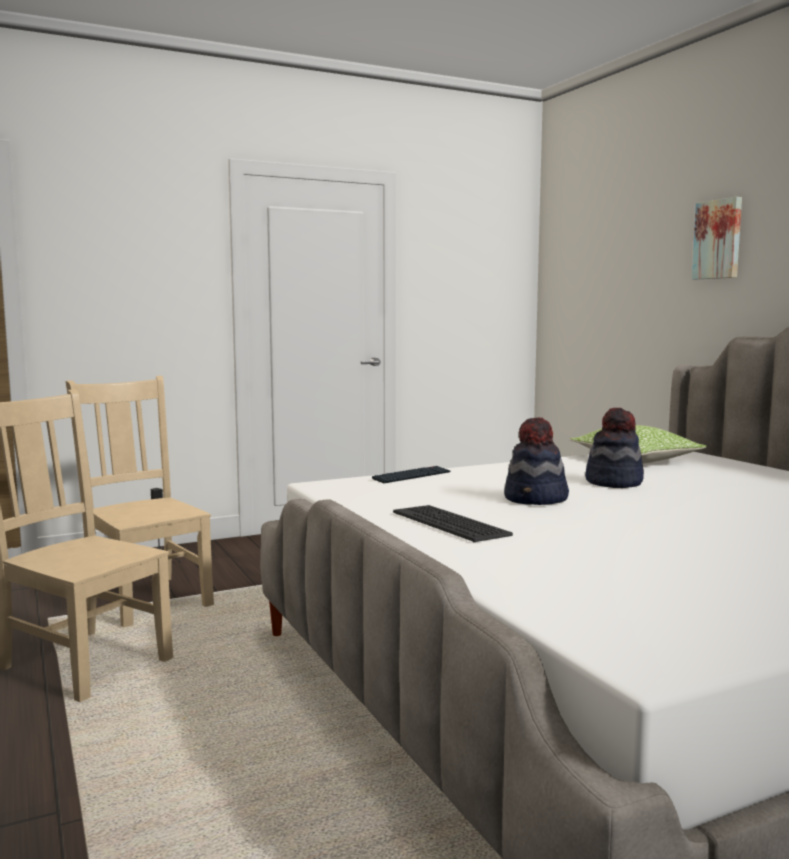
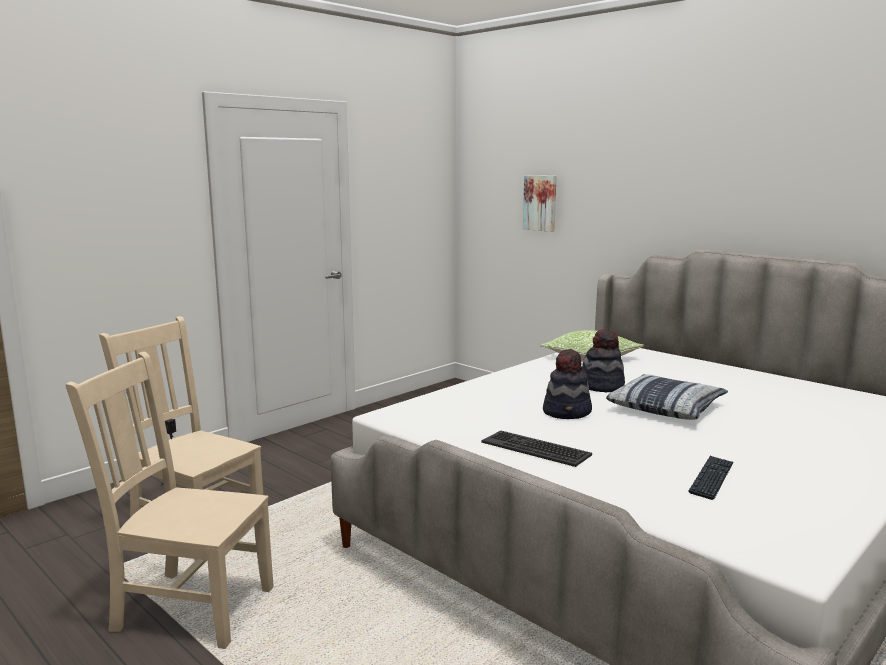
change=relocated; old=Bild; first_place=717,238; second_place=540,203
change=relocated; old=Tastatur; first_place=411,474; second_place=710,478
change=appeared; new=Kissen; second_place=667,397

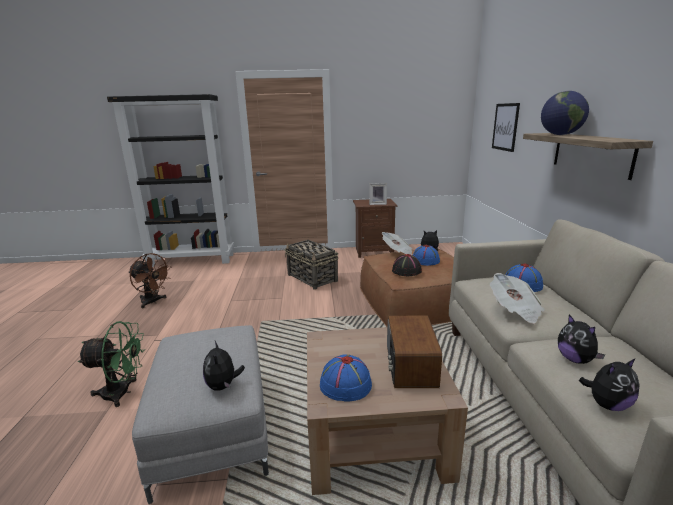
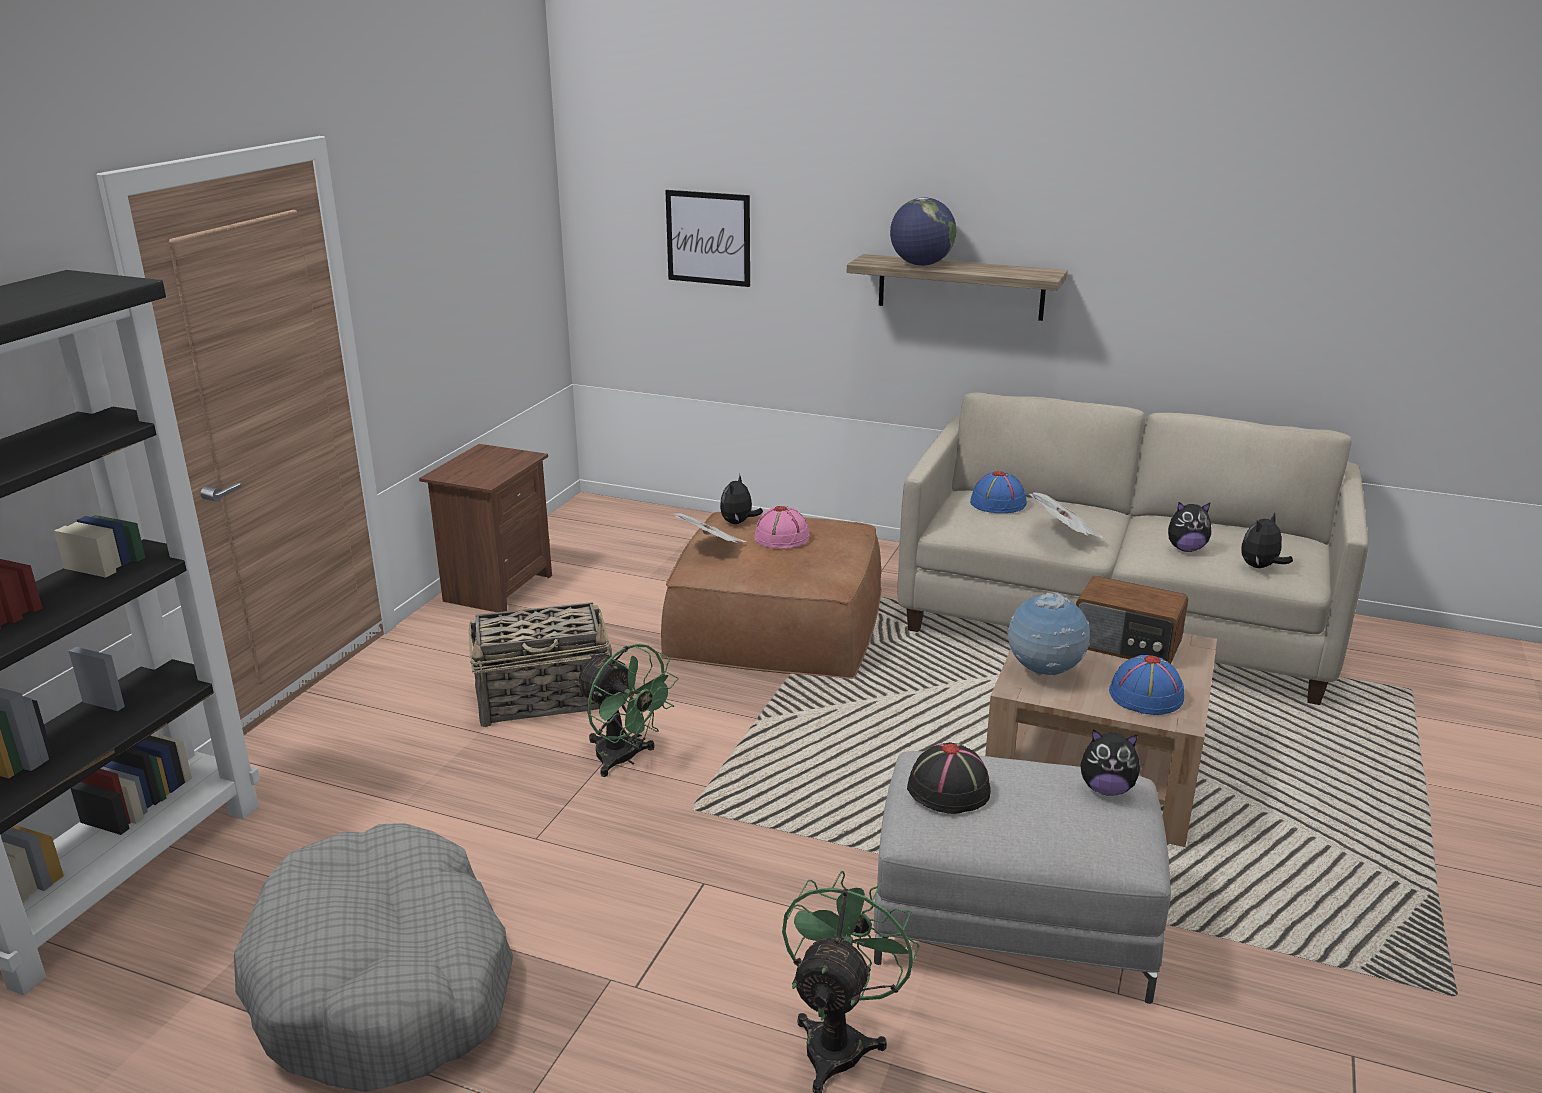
change=missing; old=Bilderrahmen; first_place=378,194
change=colour; old=Hut/blau; new=Hut/rosa; first_place=426,255; second_place=782,527
change=exchanged; old=Ventilator/braun; new=Hundebett/grau; first_place=150,280; second_place=373,957
change=relocated; old=Hut/schwarz; first_place=407,265; second_place=949,778
change=spun; old=Plüschtier; first_place=609,384; second_place=1267,540; degrees=-135
change=appeared; new=Globus; second_place=1048,634
change=appeared; new=Ventilator/grün; second_place=627,710

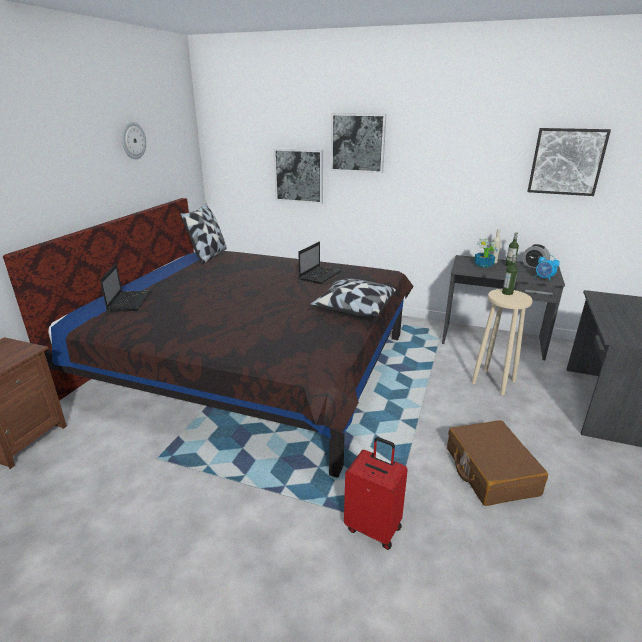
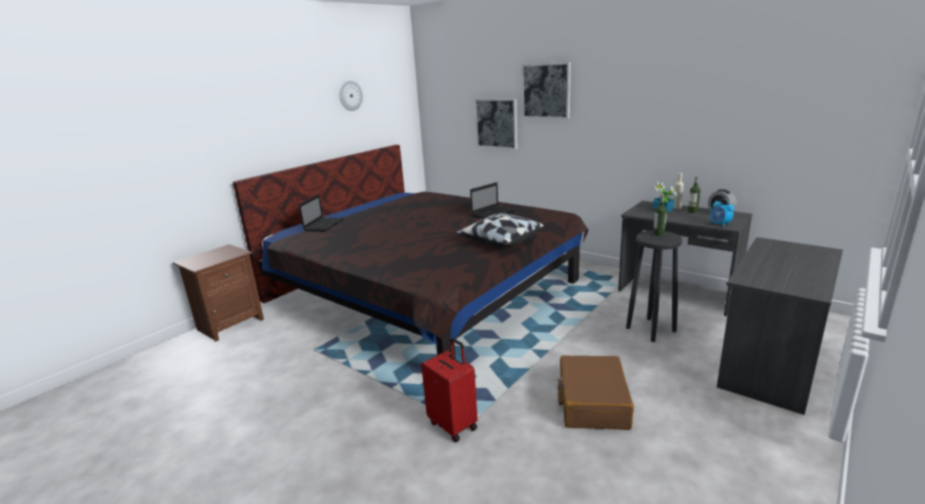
change=missing; old=Bild; first_place=569,162
change=missing; old=Kissen; first_place=203,234
change=colour; old=Hocker/beige; new=Hocker/schwarz; first_place=502,342; second_place=654,286

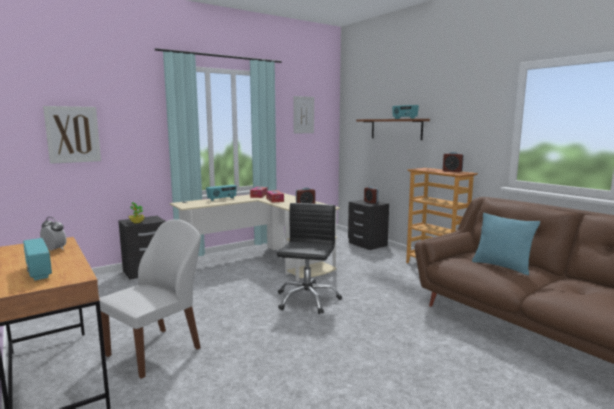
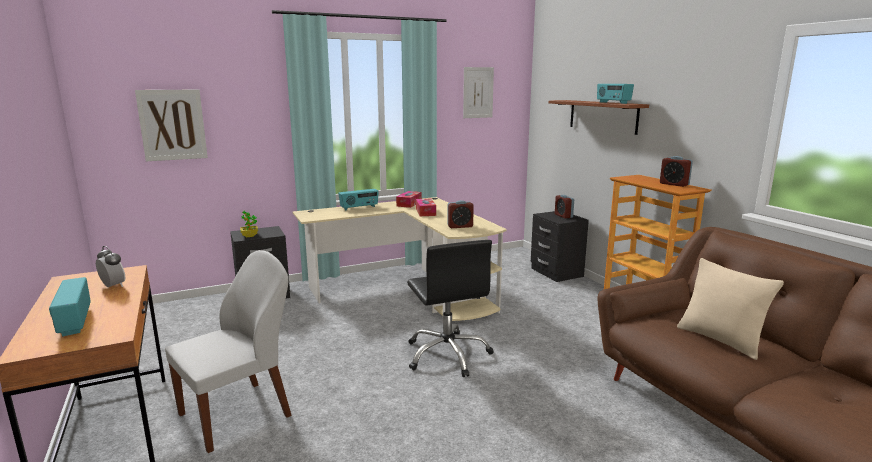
change=spun; old=Bürostuhl/schwarz; first_place=309,258; second_place=450,308; degrees=135
change=colour; old=Kissen/türkis; new=Kissen/beige; first_place=506,244; second_place=730,309

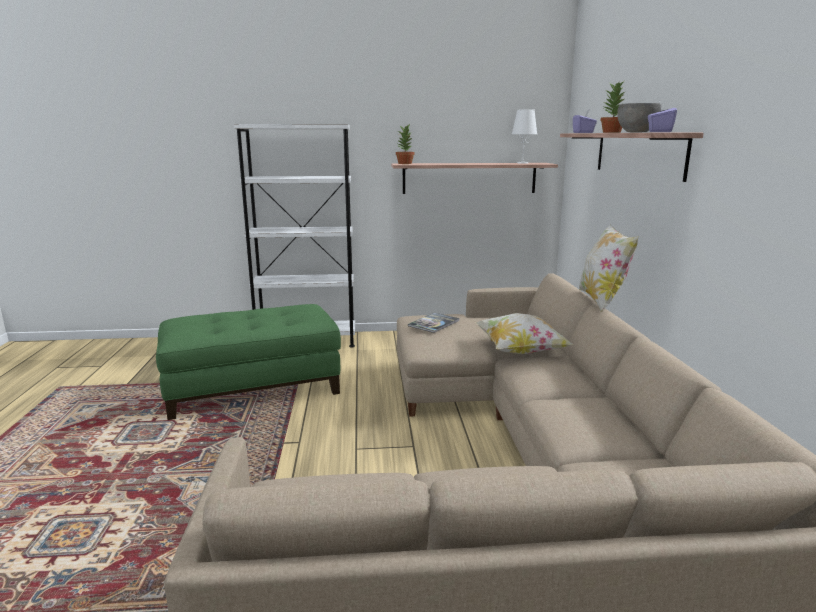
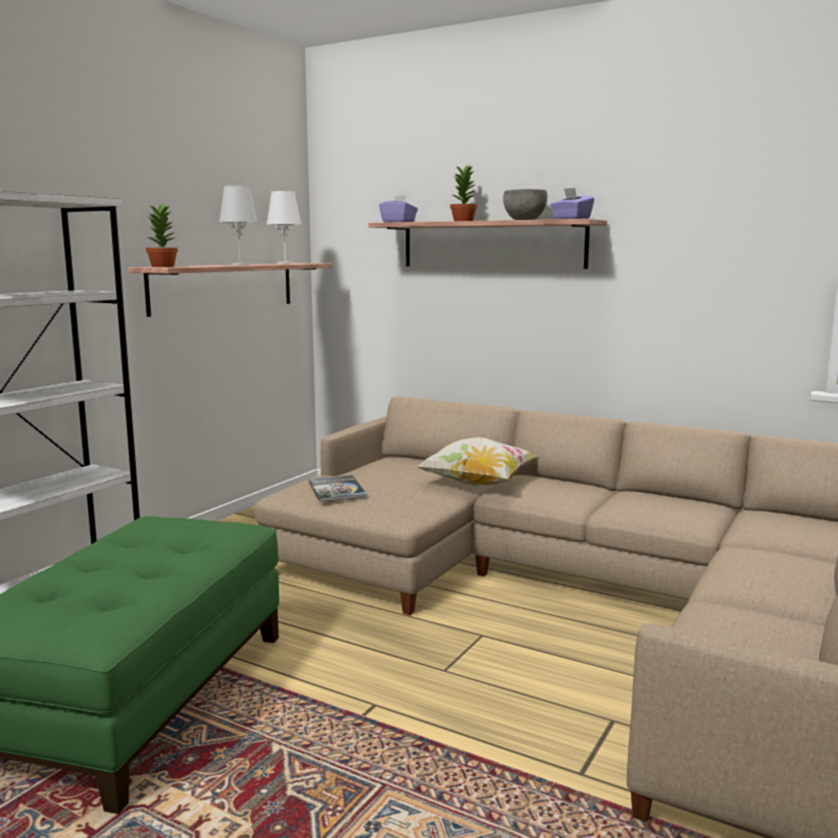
change=missing; old=Kissen; first_place=609,268
change=appeared; new=Tischlampe/weiß; second_place=238,225

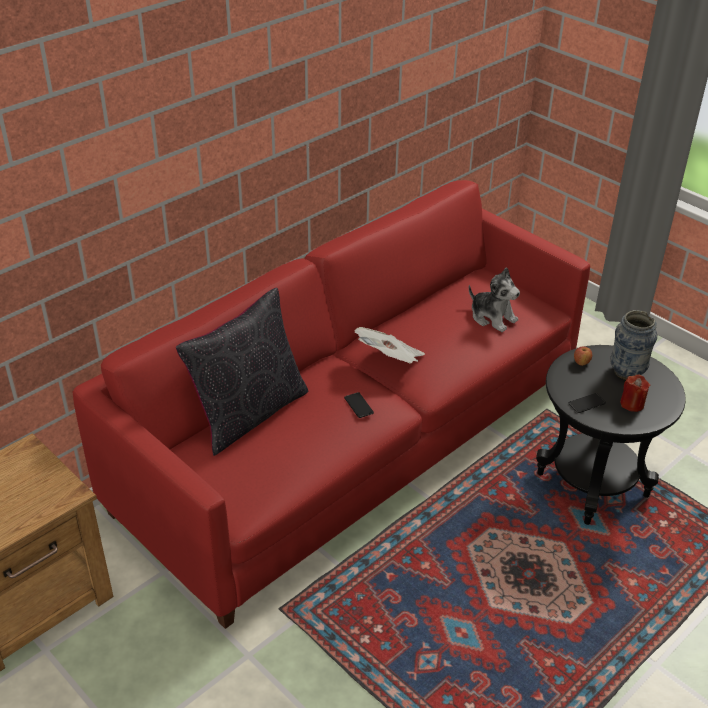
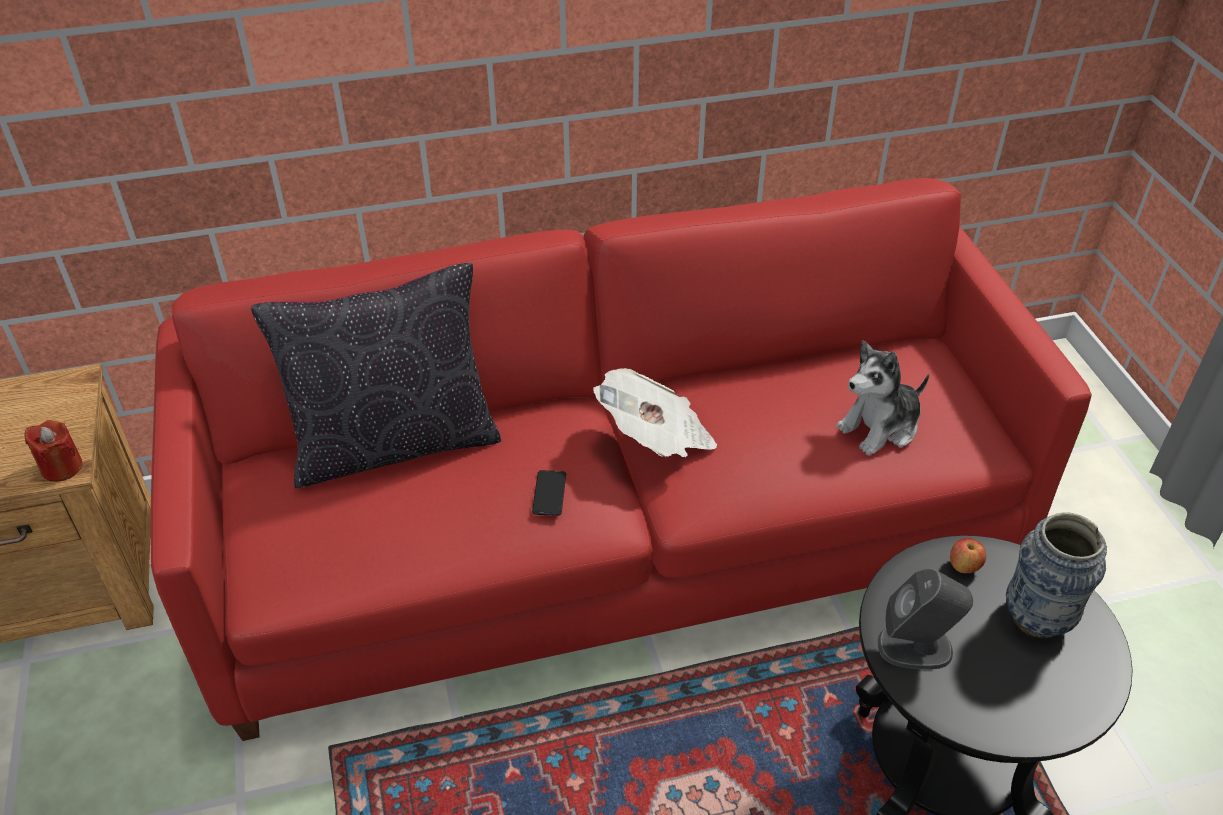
change=spun; old=Plüschtier; first_place=494,299; second_place=882,398; degrees=75
change=relocated; old=Kerze/rot; first_place=635,393; second_place=53,451
change=exchanged; old=Handy; new=Lautsprecher/grau; first_place=587,403; second_place=925,619

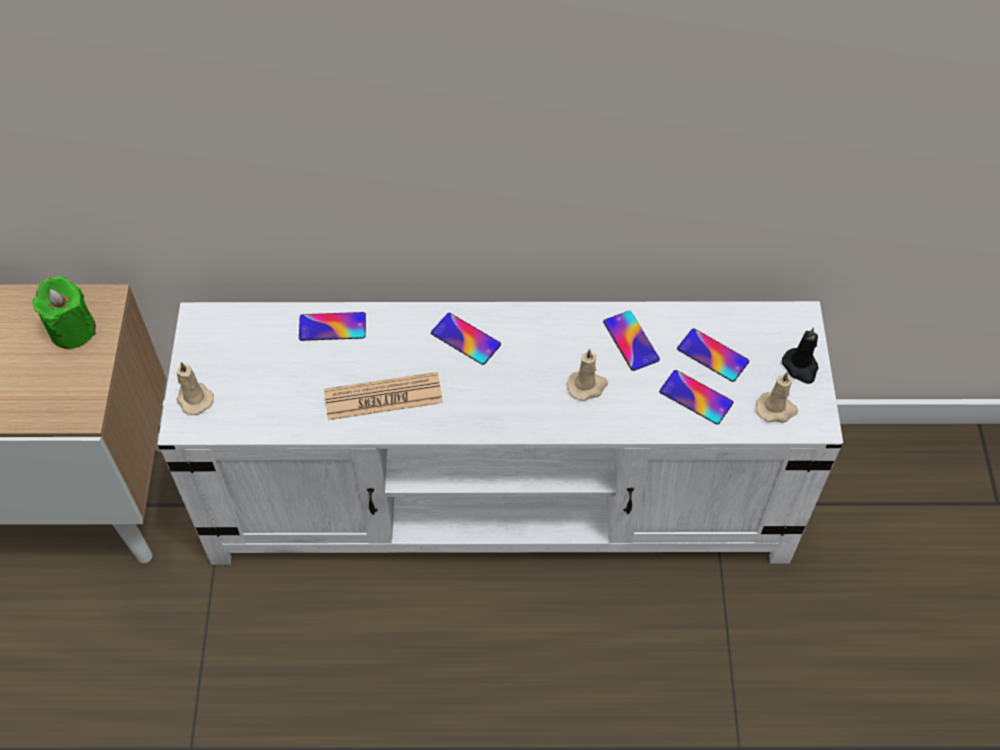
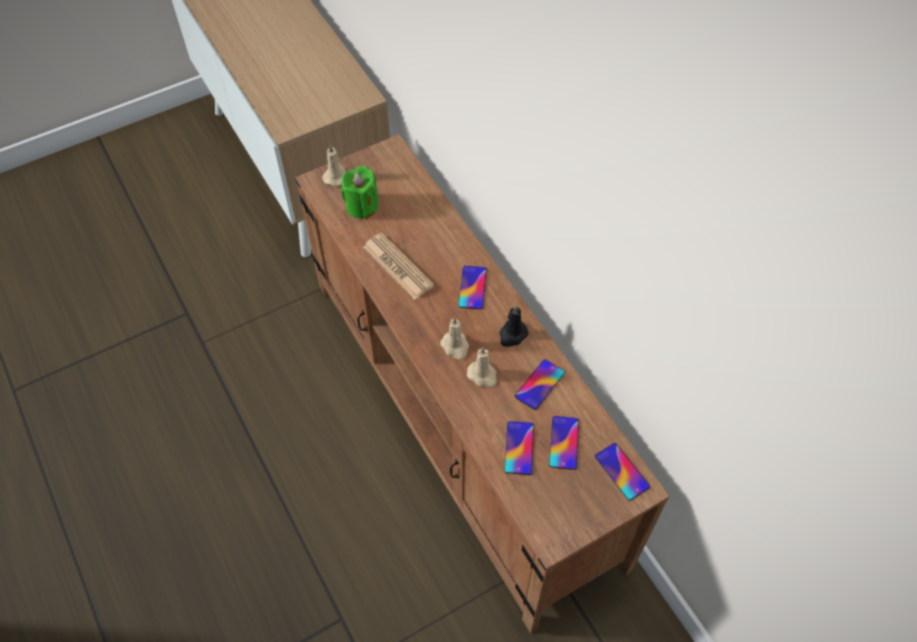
change=relocated; old=Kerze/grün; first_place=64,312; second_place=360,192
change=colour; old=Fernsehschrank/weiß; new=Fernsehschrank/braun; first_place=500,433; second_place=482,383
change=relocated; old=Handy; first_place=332,326; second_place=622,471
change=relocated; old=Kerze/schwarz; first_place=800,355; second_place=514,326
change=relocated; old=Kerze/beige; first_place=777,397; second_place=454,338

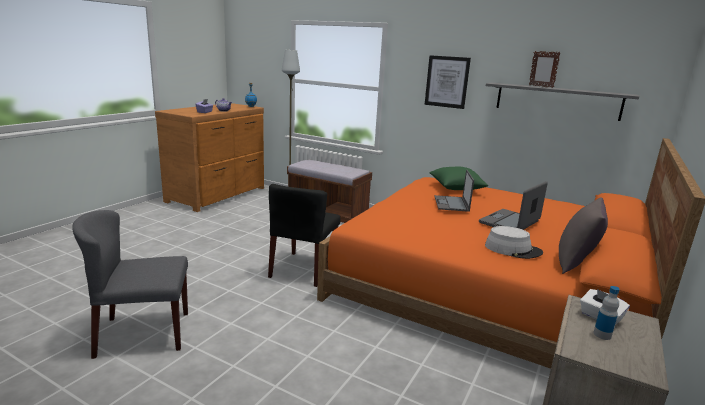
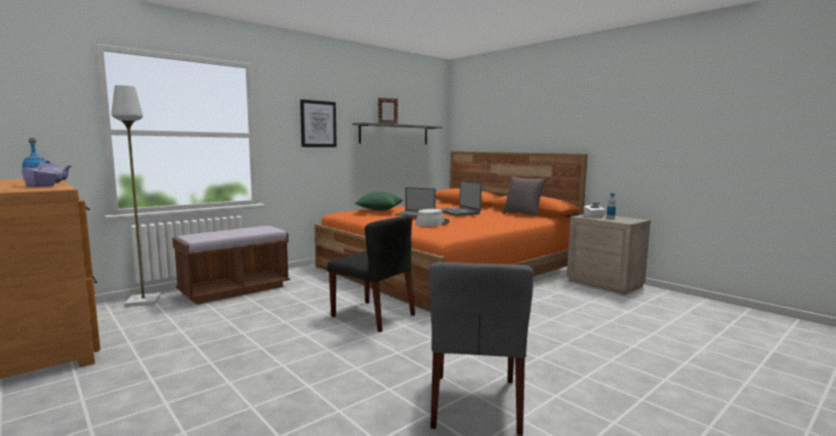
change=relocated; old=Hut/grau; first_place=514,242; second_place=433,218

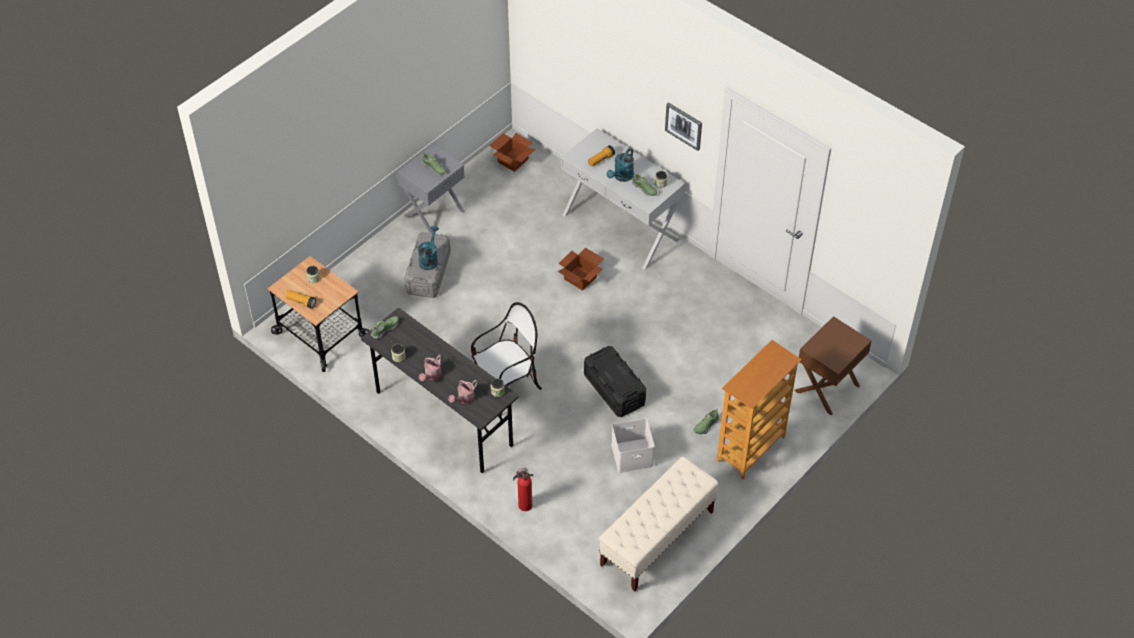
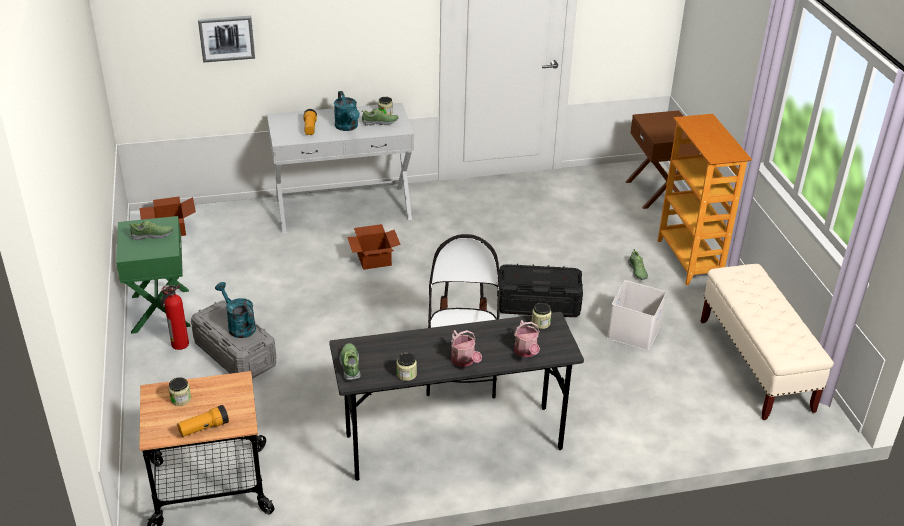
change=relocated; old=Bild; first_place=683,126; second_place=226,39
change=colour; old=Nachttisch/grau; new=Nachttisch/grün; first_place=431,189; second_place=153,275
change=relocated; old=Feuerlöscher; first_place=523,489; second_place=175,317

